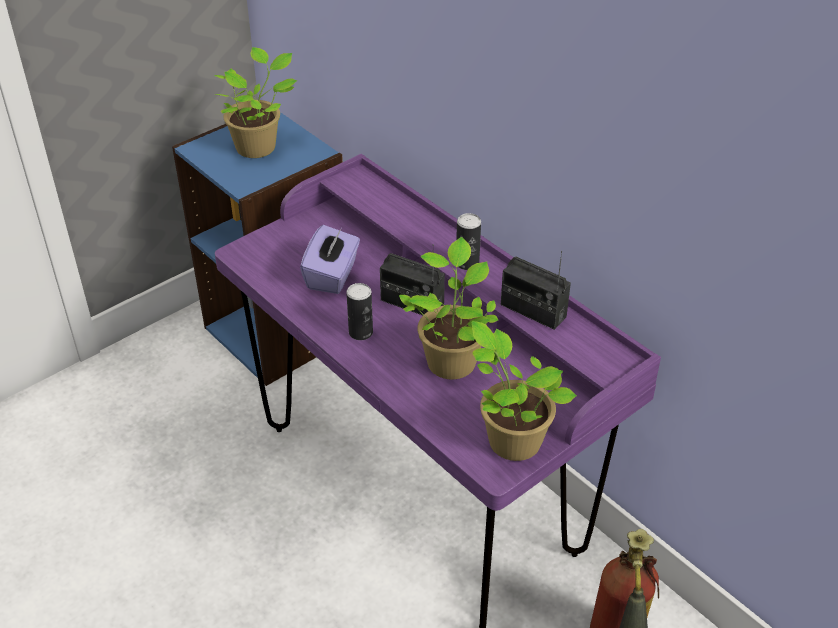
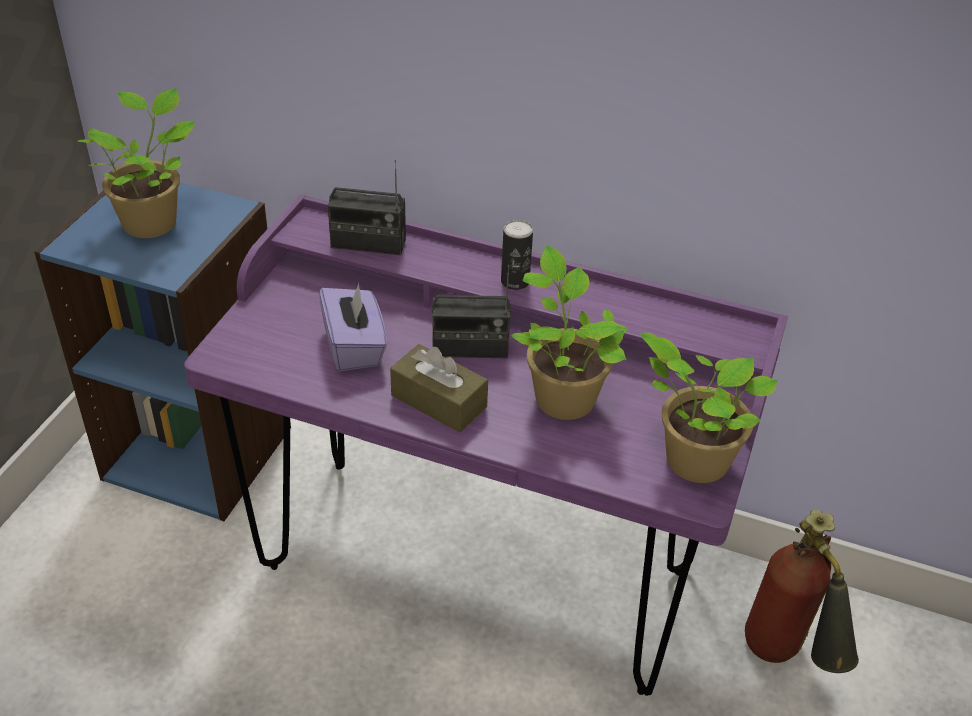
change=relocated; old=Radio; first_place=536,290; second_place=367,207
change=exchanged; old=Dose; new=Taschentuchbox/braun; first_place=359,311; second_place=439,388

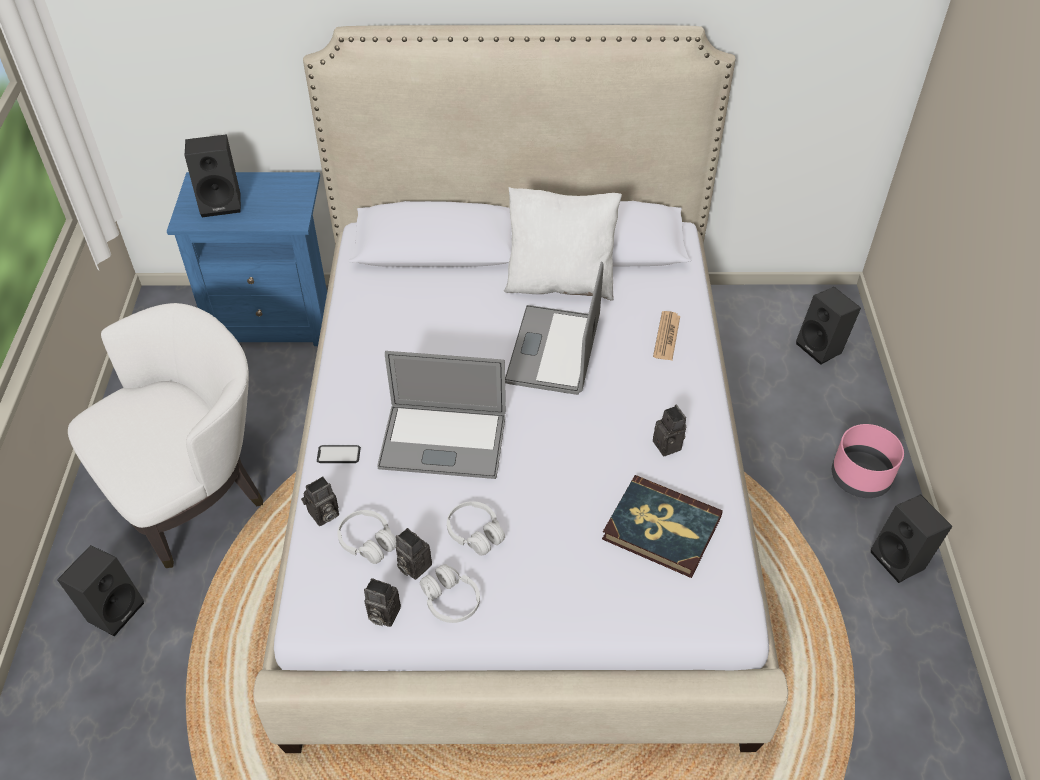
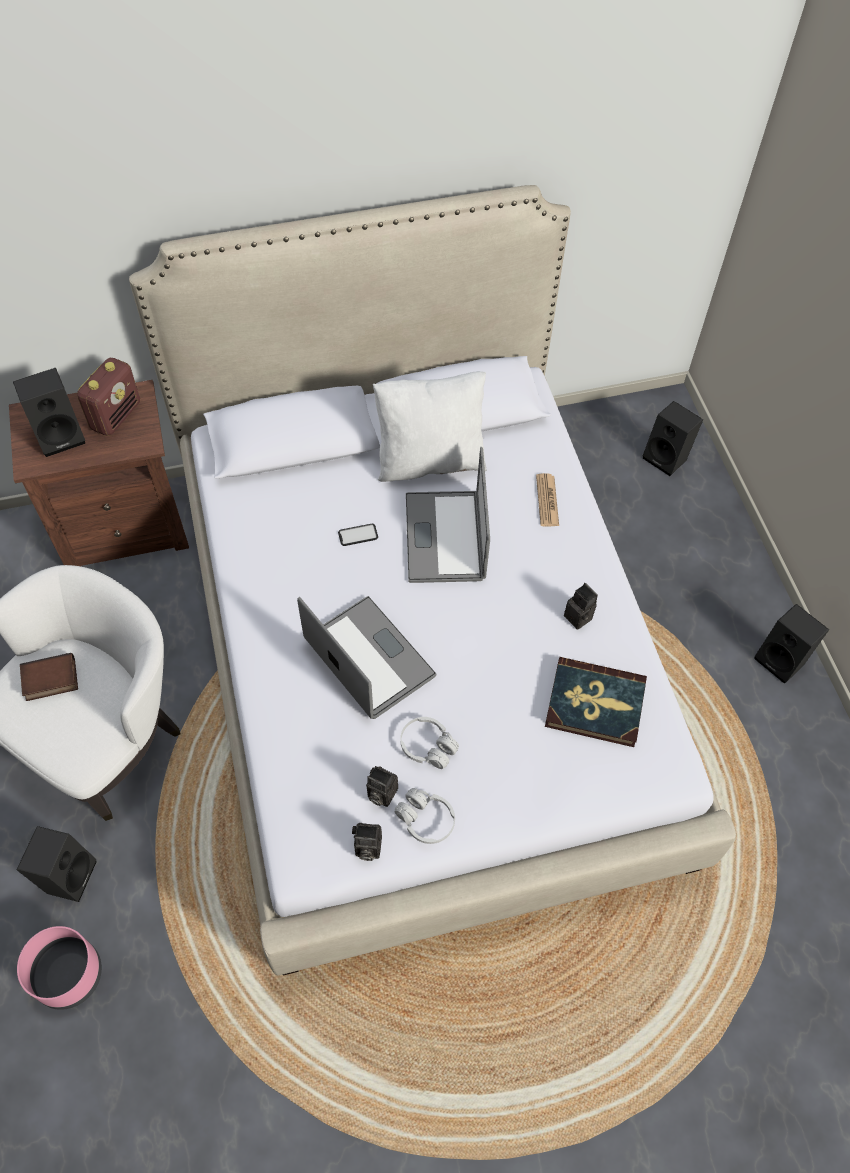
change=colour; old=Nachttisch/blau; new=Nachttisch/braun; first_place=247,259; second_place=99,473
change=spun; old=Laptop; first_place=441,415; second_place=366,657; degrees=-120
change=relocated; old=Pflanzkübel/rosa; first_place=868,461; second_place=59,968
change=relocated; old=Handy; first_place=339,454; second_place=358,535
change=missing; old=Kamera; first_place=320,501
change=missing; old=Kopfhörer/weiß; first_place=367,537
change=appeared; new=Radio; second_place=108,397
change=appeared; new=Buch; second_place=49,677

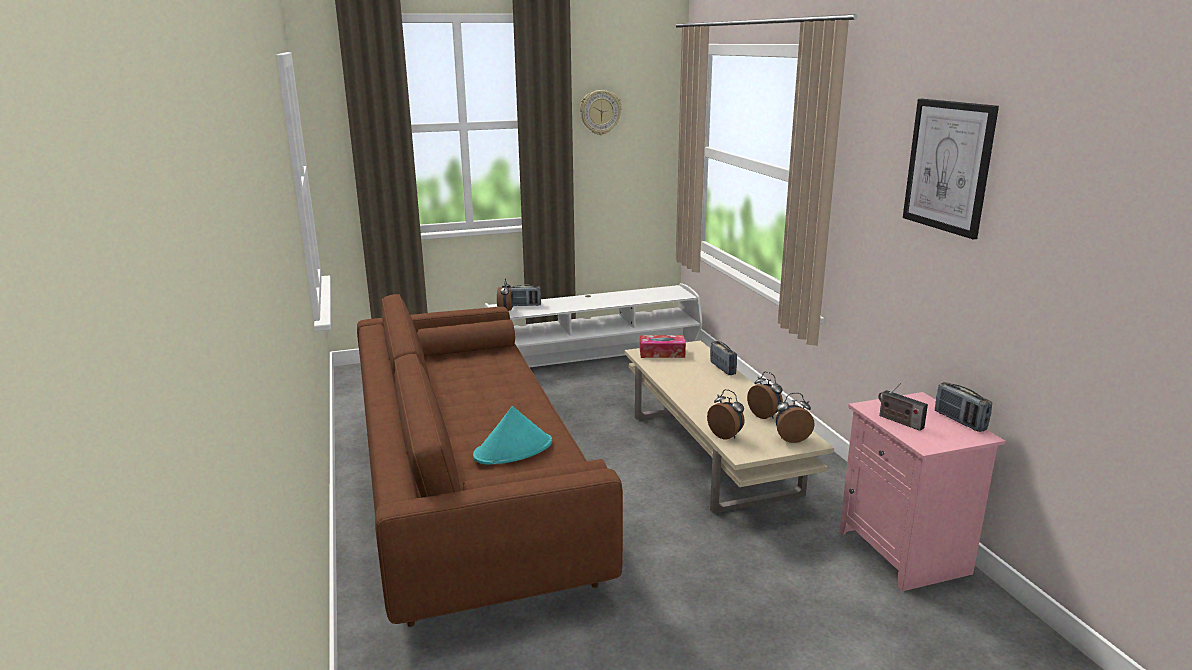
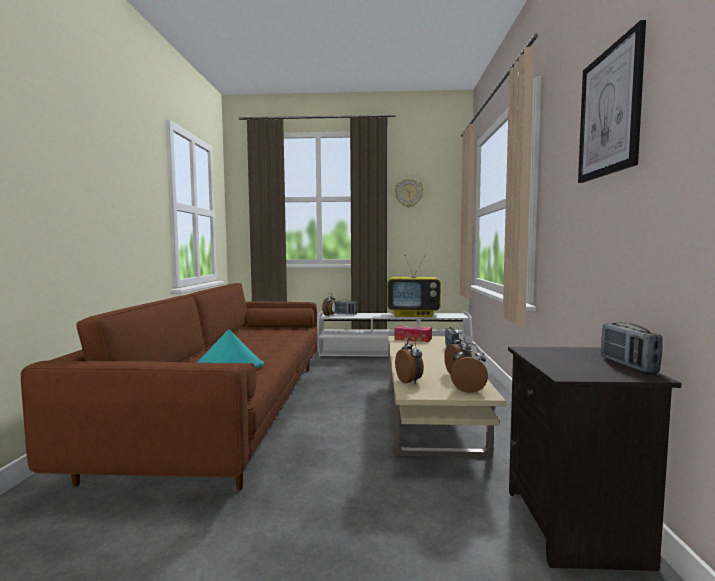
change=missing; old=Radio; first_place=903,407
change=colour; old=Nachttisch/rosa; new=Nachttisch/schwarz; first_place=922,491; second_place=595,459
change=appeared; new=Fernseher; second_place=414,286

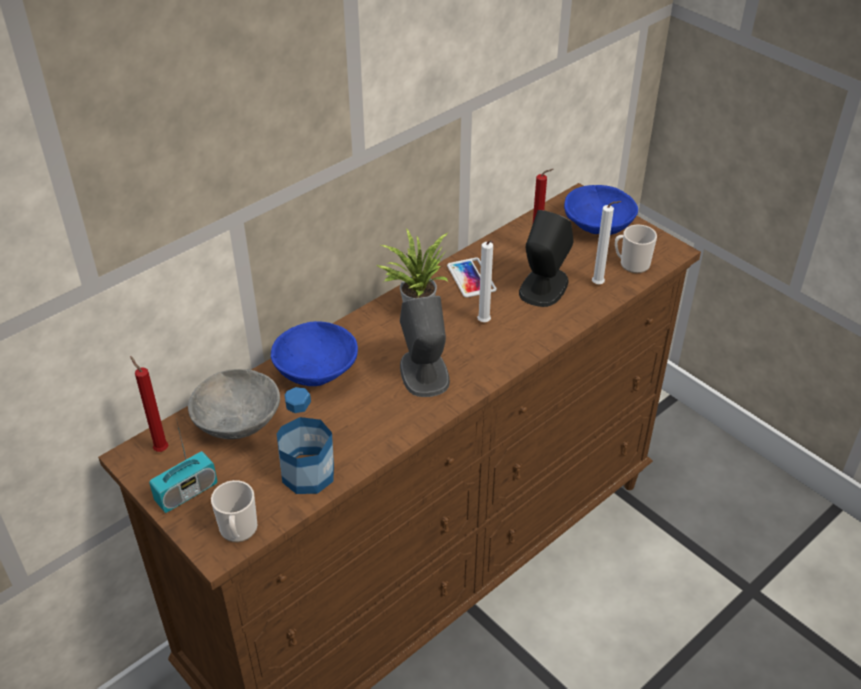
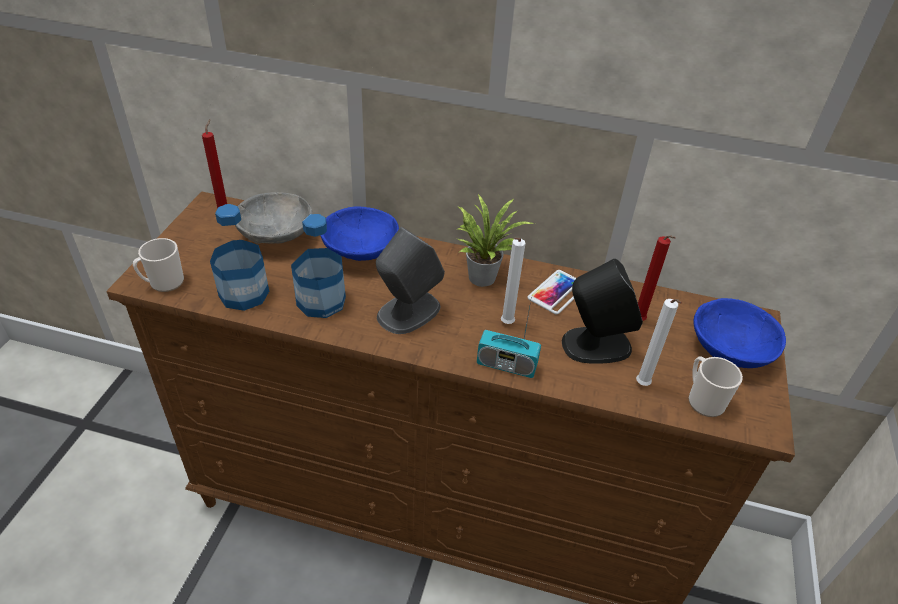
change=relocated; old=Radio; first_place=183,465; second_place=509,337
change=appeared; new=Flasche; second_place=318,266

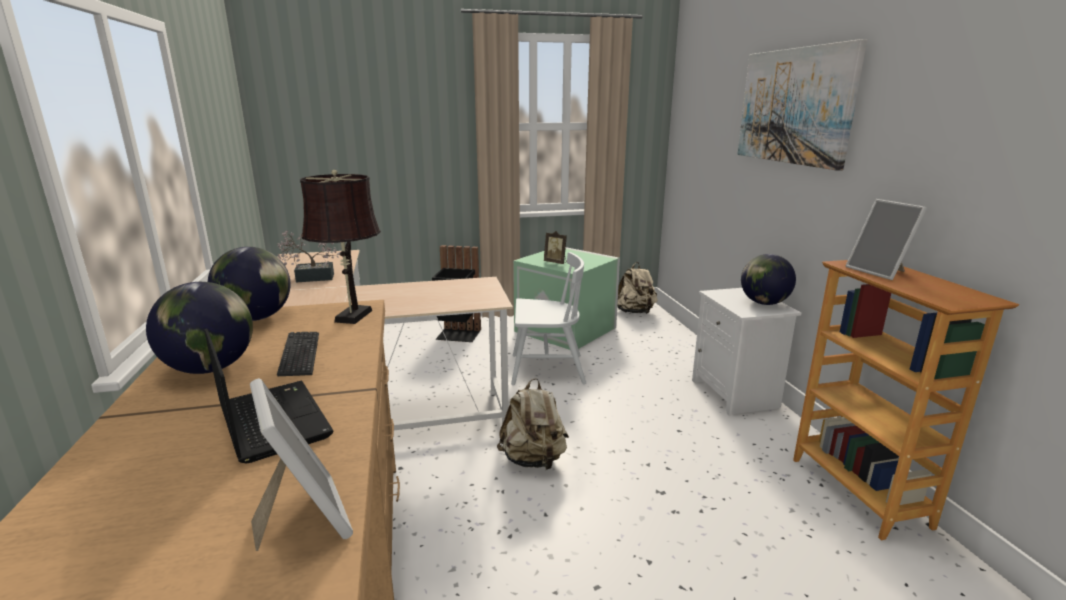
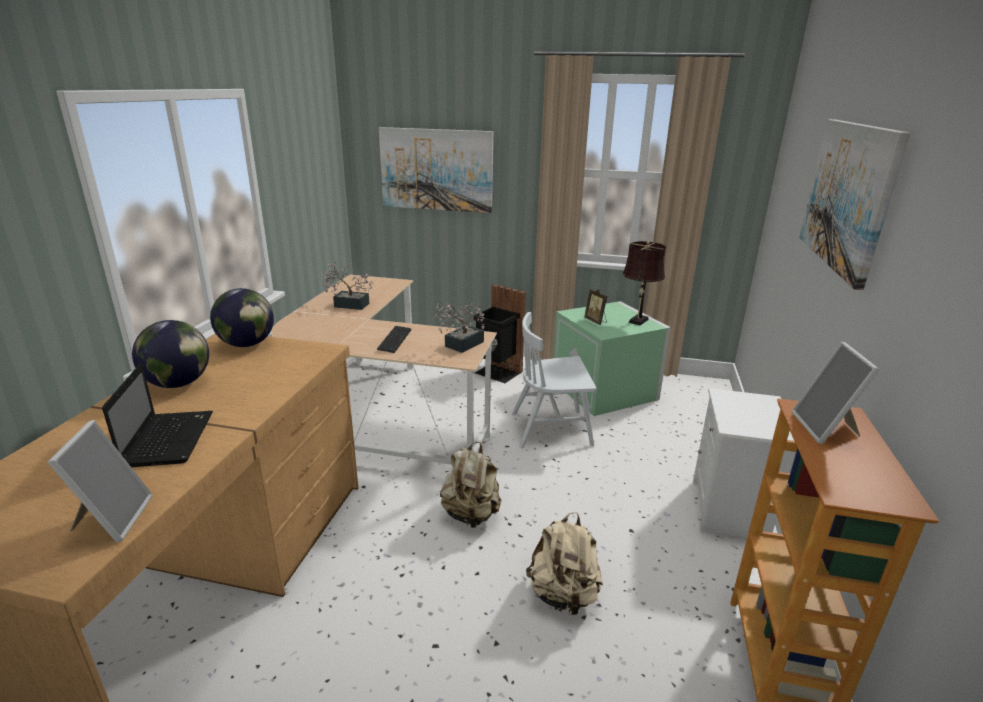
change=relocated; old=Tischlampe/braun; first_place=340,247; second_place=644,283
change=spun; old=Stuhl/weiß; first_place=548,318; second_place=554,380; degrees=150
change=missing; old=Globus; first_place=768,279
change=relocated; old=Rucksack/beige; first_place=637,288; second_place=564,564
change=relocated; old=Tastatur; first_place=298,354; second_place=394,339
change=appeared; new=Bild; second_place=436,170
change=appeared; new=Topfpflanze; second_place=459,328

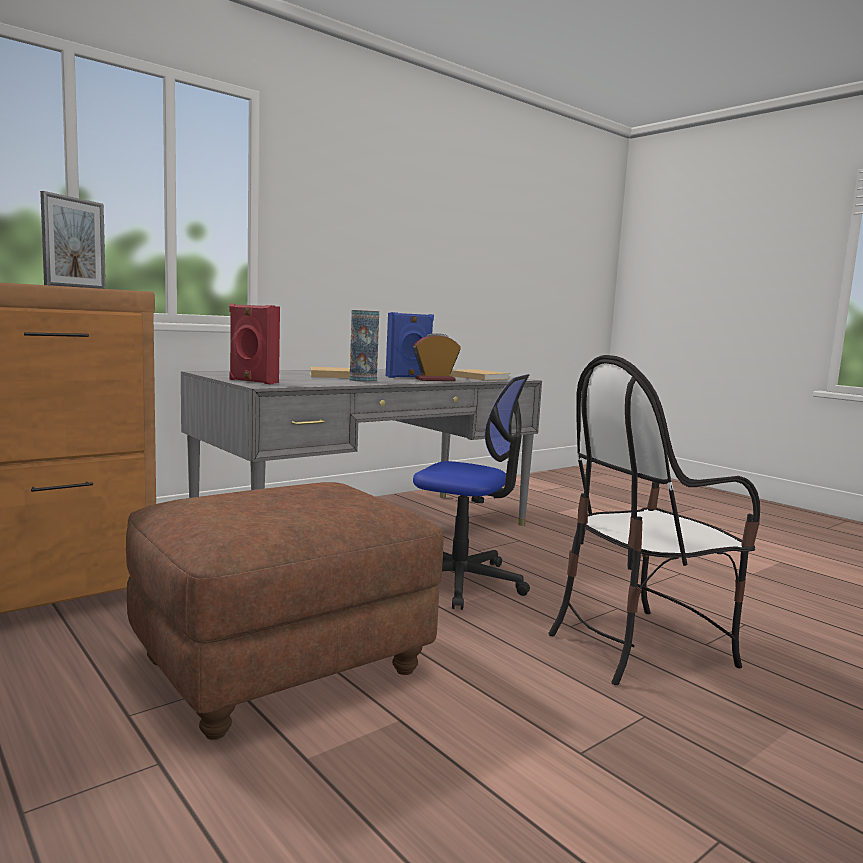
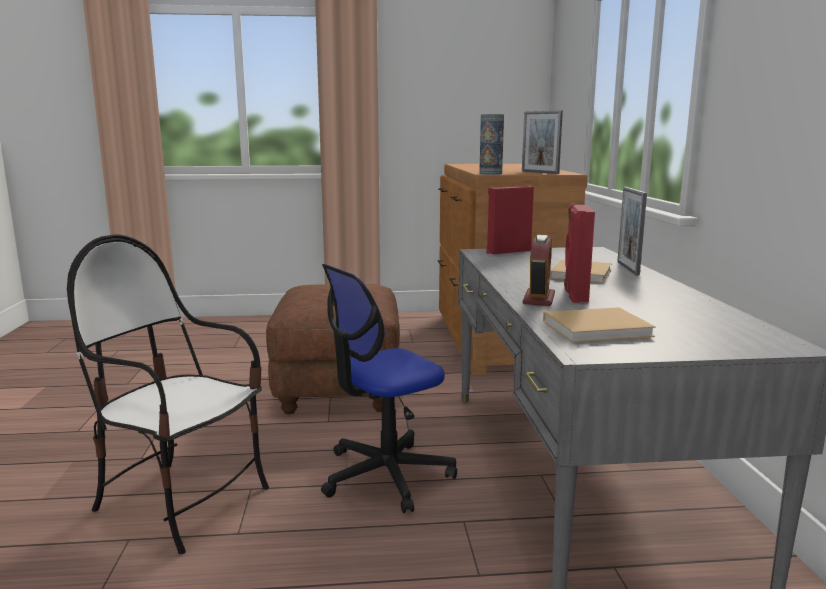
change=relocated; old=Vase; first_place=364,346; second_place=491,144
change=colour; old=Lautsprecher/blau; new=Lautsprecher/rot; first_place=410,345; second_place=579,253
change=spun; old=Stuhl; first_place=654,520; second_place=168,394; degrees=-75
change=appeared; new=Bilderrahmen; second_place=632,231

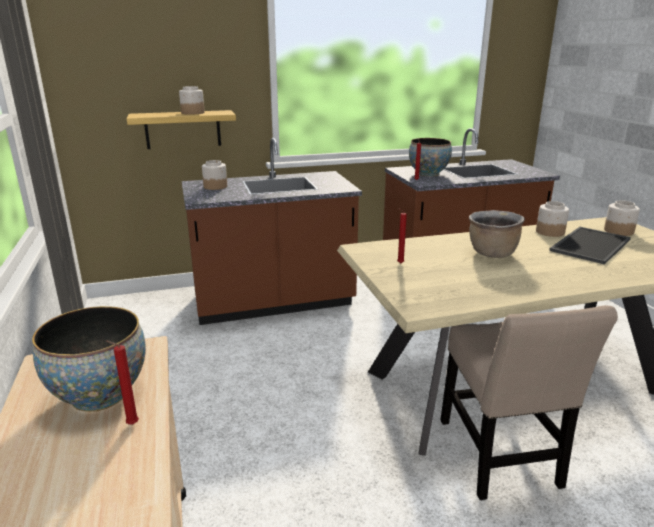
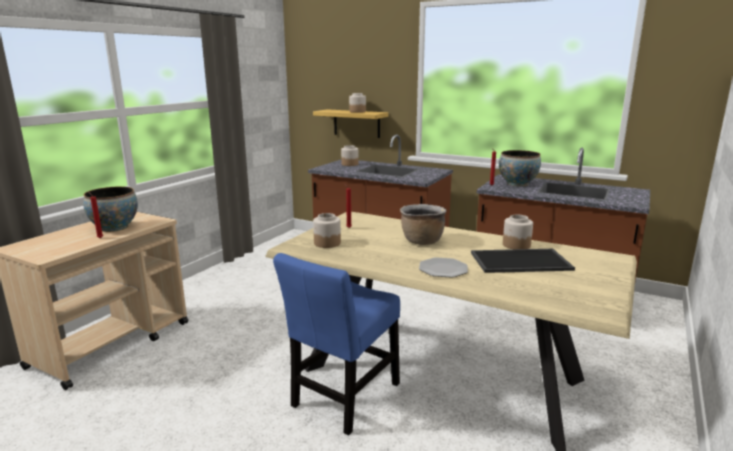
change=relocated; old=Vorratsglas; first_place=622,218; second_place=327,230
change=colour; old=Stuhl/beige; new=Stuhl/blau; first_place=529,402; second_place=336,344
change=appeared; new=Teller; second_place=443,267

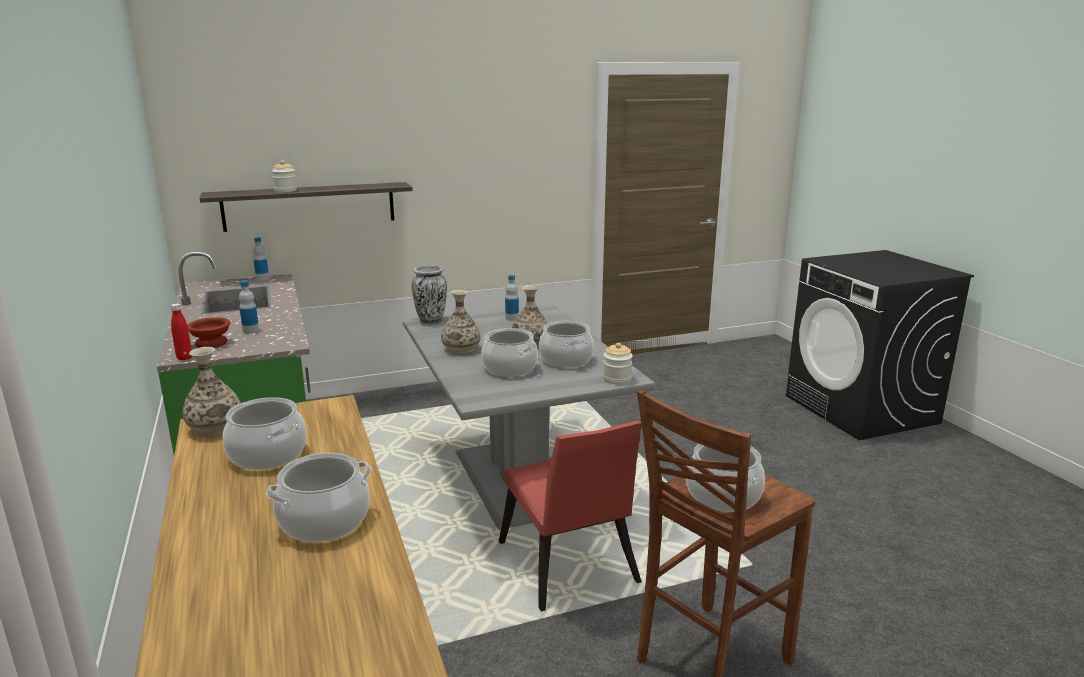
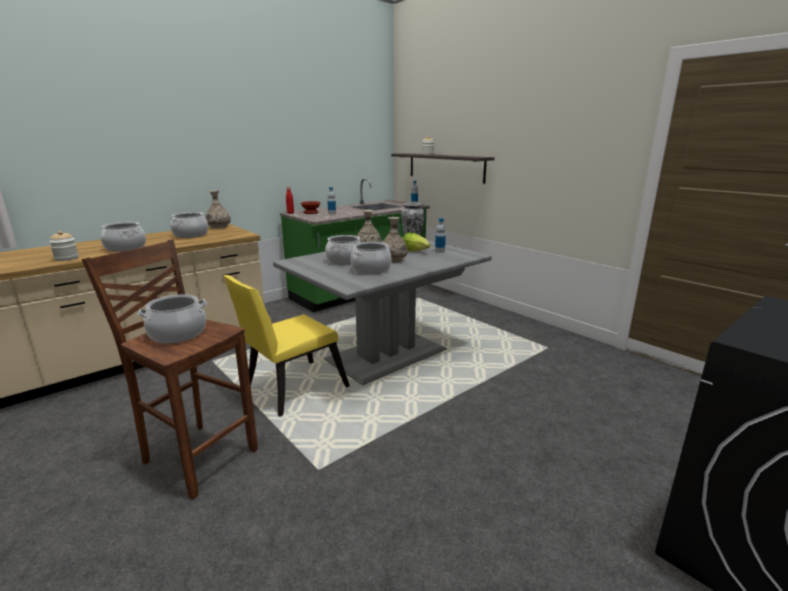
change=relocated; old=Vorratsglas; first_place=618,363; second_place=64,246
change=colour; old=Stuhl/rot; new=Stuhl/gelb; first_place=570,516; second_place=286,346
change=appeared; new=Salatkopf; second_place=416,242

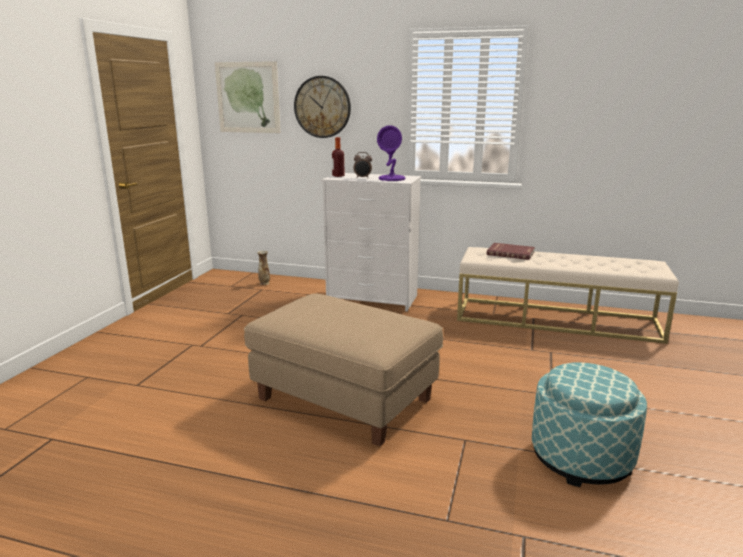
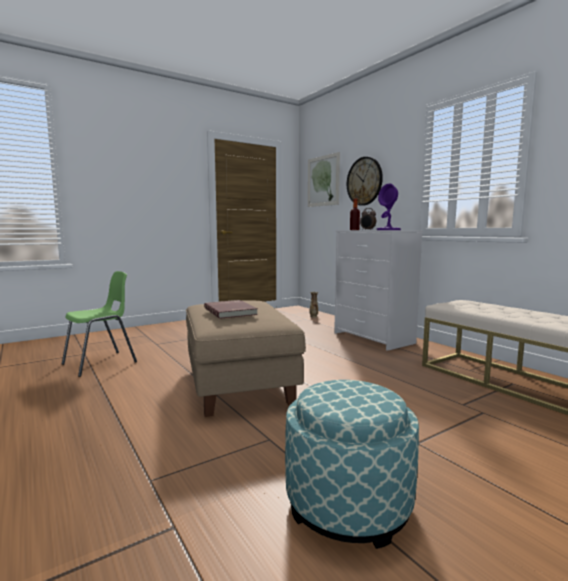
change=relocated; old=Buch/rot; first_place=511,251; second_place=231,309
change=appeared; new=Stuhl/grün; second_place=99,324

